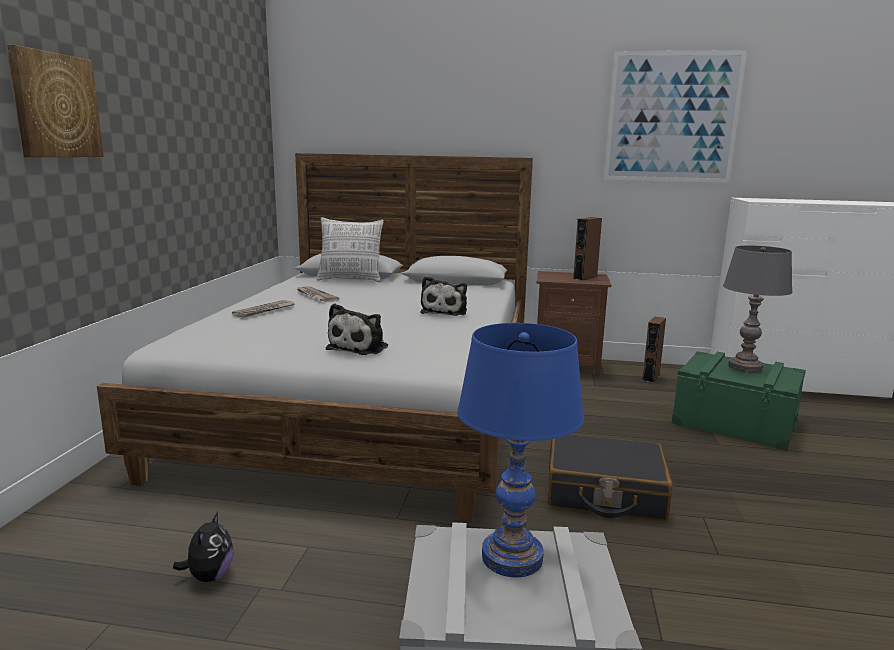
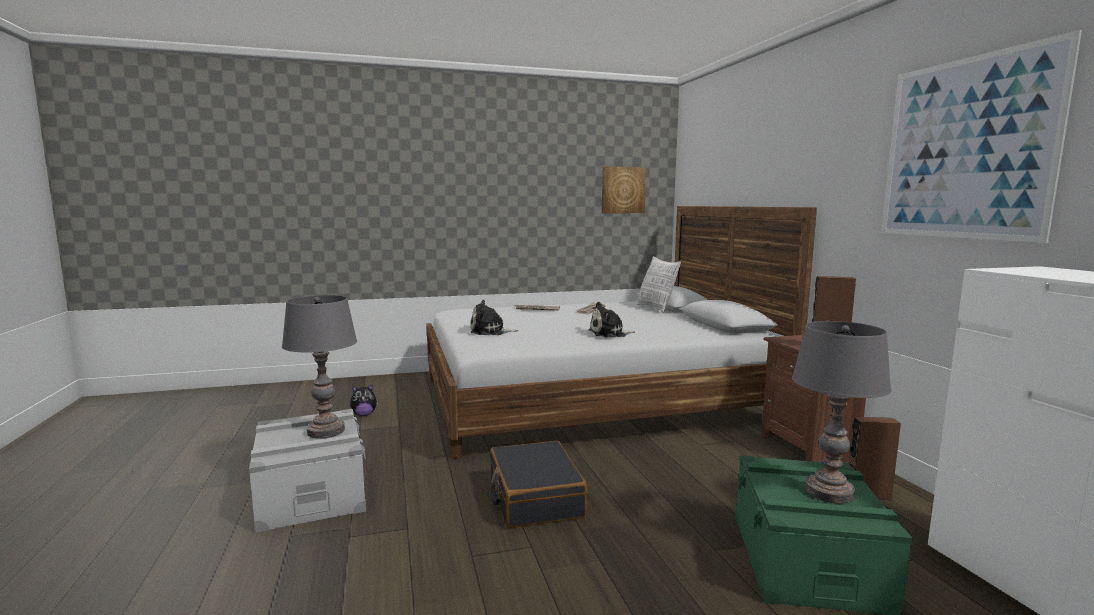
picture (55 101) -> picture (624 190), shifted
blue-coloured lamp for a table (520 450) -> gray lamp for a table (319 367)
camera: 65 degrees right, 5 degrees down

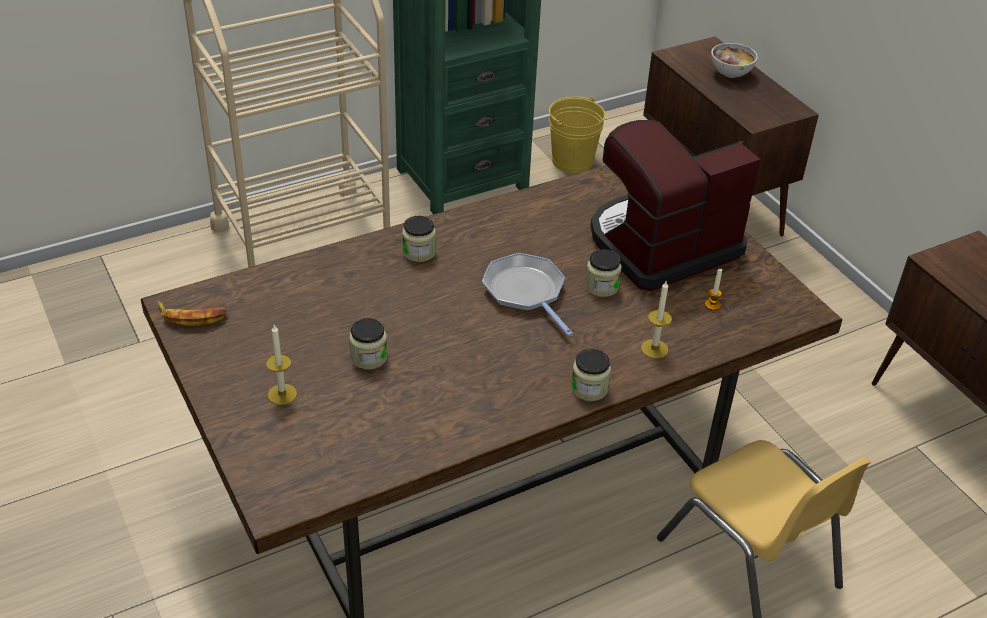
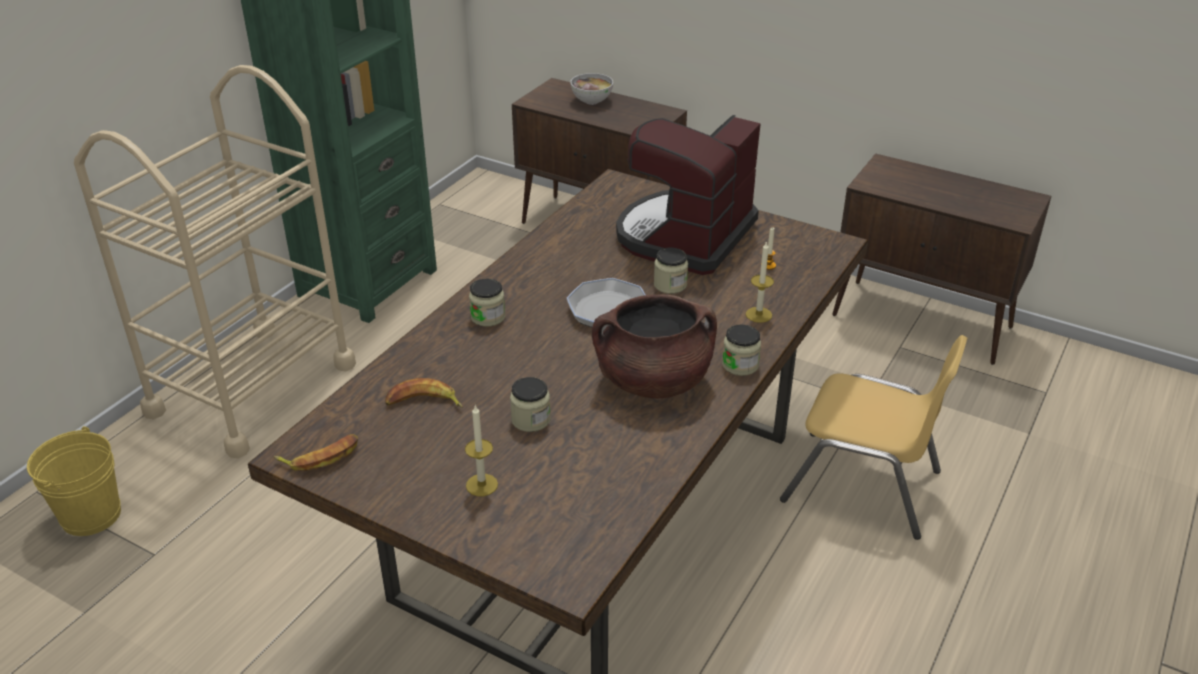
yellowish bucket (577 134) -> yellowish bucket (74 481), shifted
none -> banana fruit (424 393)
none -> brown-coloured cooking pot (654 346)
camera: 30 degrees left, 5 degrees down

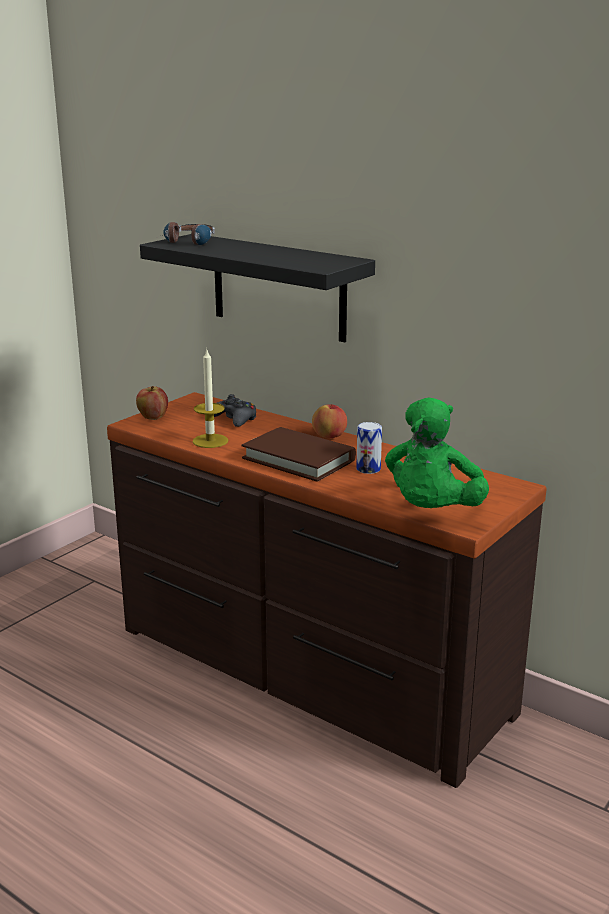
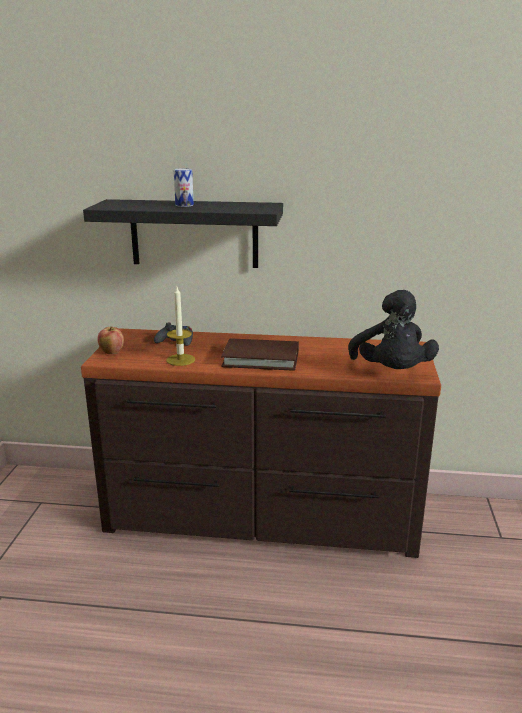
headset (185 233) -> none
apple fruit (329 421) -> none
can (369 448) -> can (184 187), shifted
green-coloured cuddly toy (437 453) -> black-coloured cuddly toy (393 329)
camera: 30 degrees left, 0 degrees up

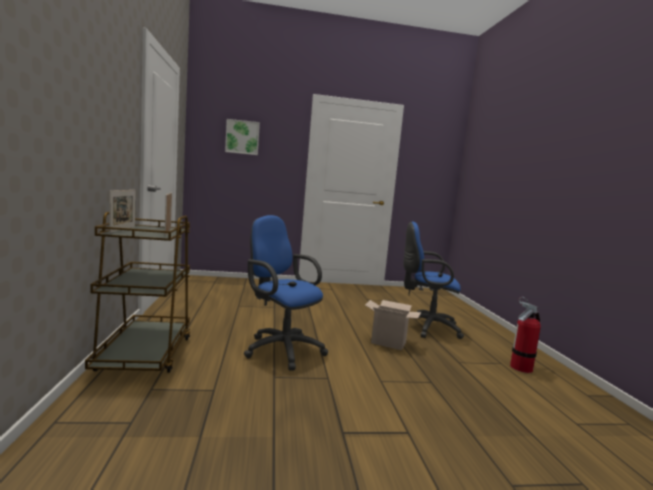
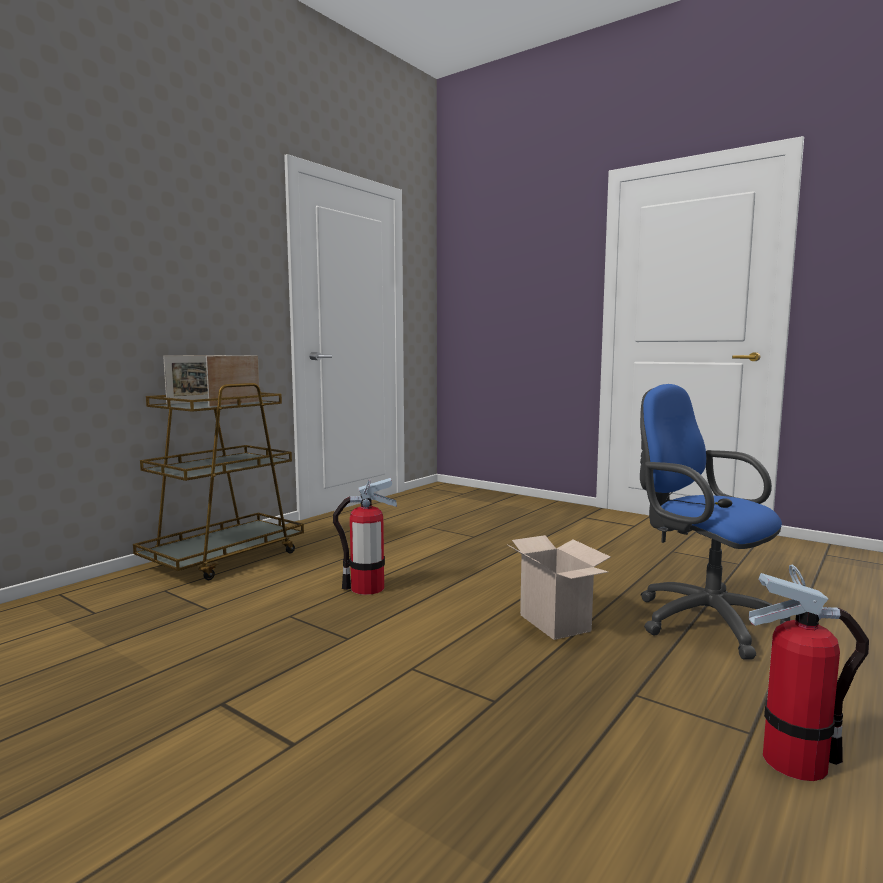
picture (242 137) -> none
blue-coloured desk chair (286 293) -> fire extinguisher (365 536)
camera: 45 degrees right, 0 degrees up

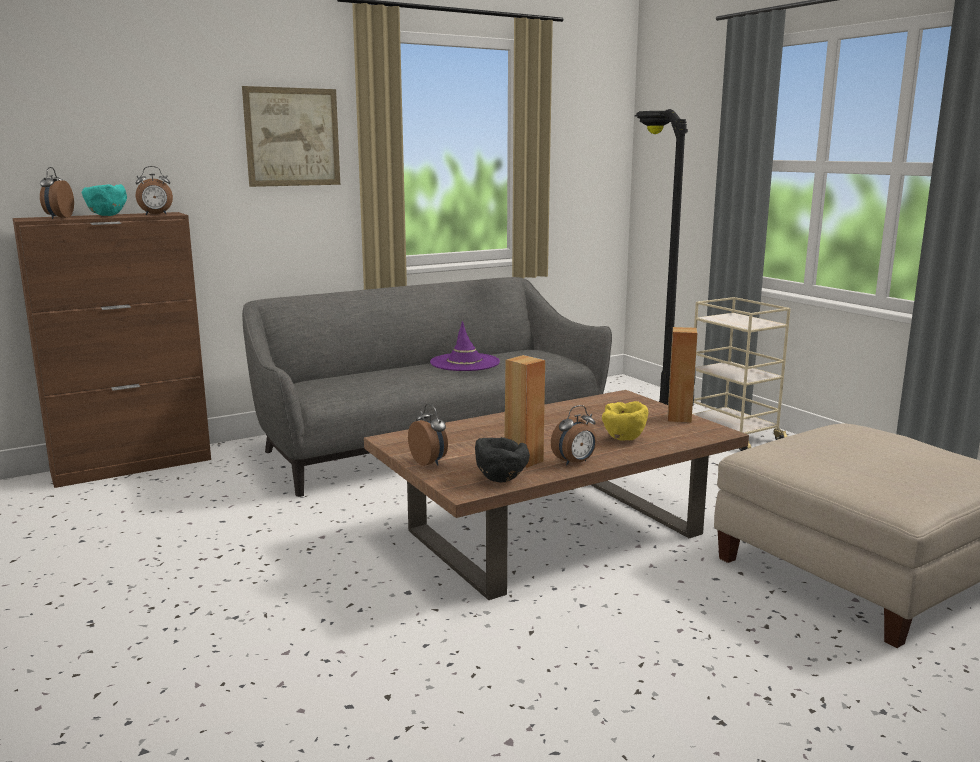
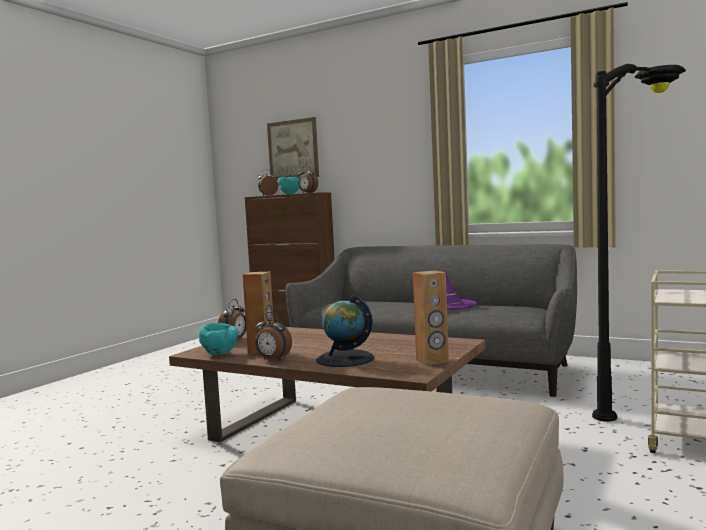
picture (291 136) -> picture (293 148), shifted
black-coloured bowl (502 459) -> turquoise bowl (219 339)
yellowish bowl (625 421) -> world globe (345 331)
camera: 60 degrees right, 10 degrees down

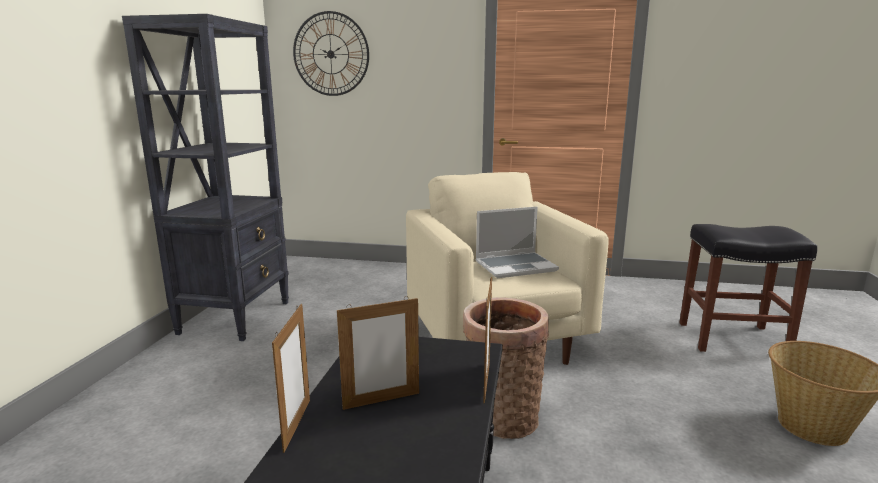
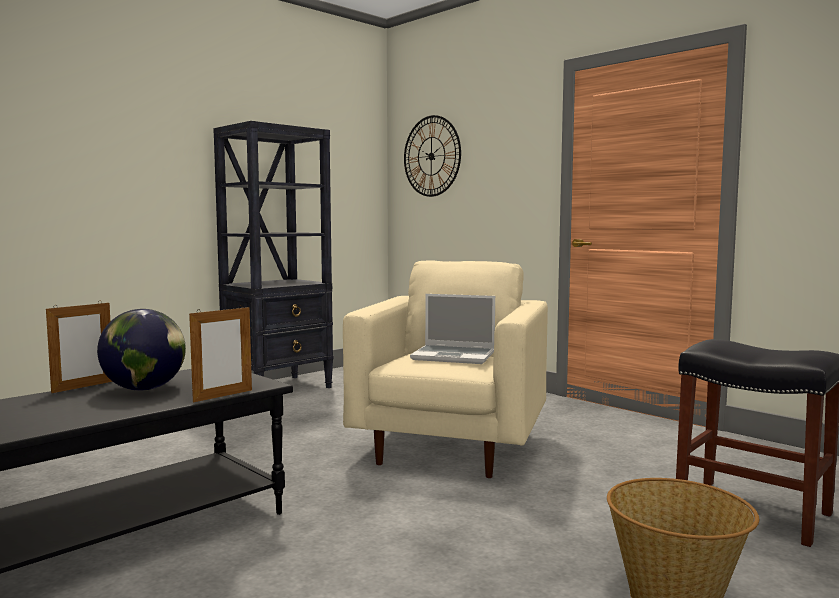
standing frame (378 353) -> world globe (141 350)
storage basket (506 368) -> none
camera: 35 degrees right, 10 degrees down

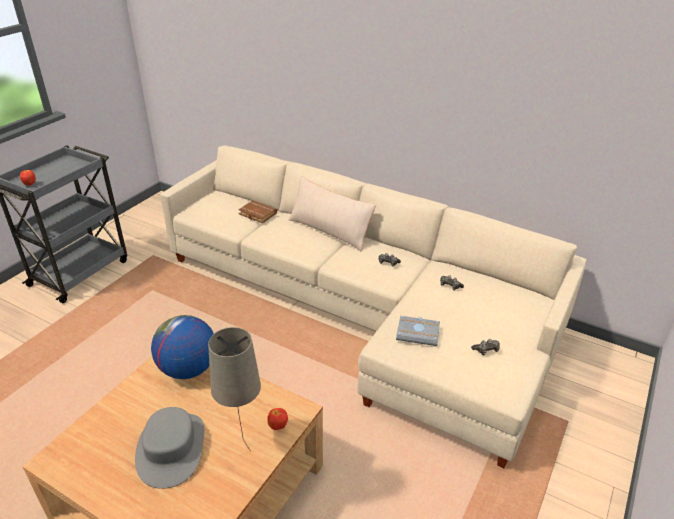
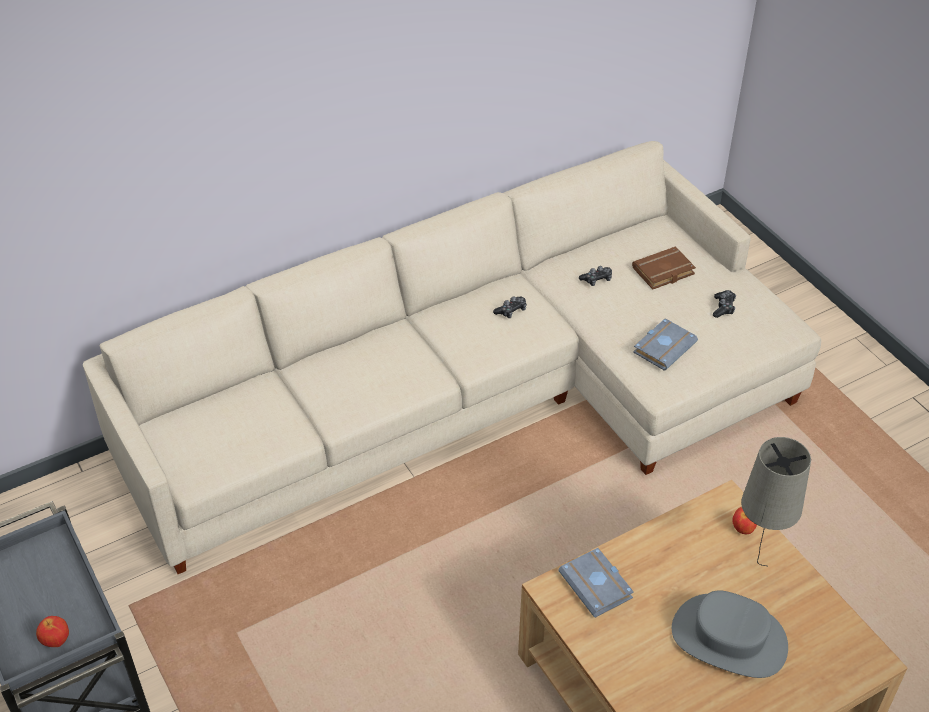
world globe (182 347) -> gray volume (596 583)
brown-coloured volume (257 211) -> brown-coloured volume (664 268), shifted
sand-coloured cushion (332 213) -> none
camera: 60 degrees left, 10 degrees up

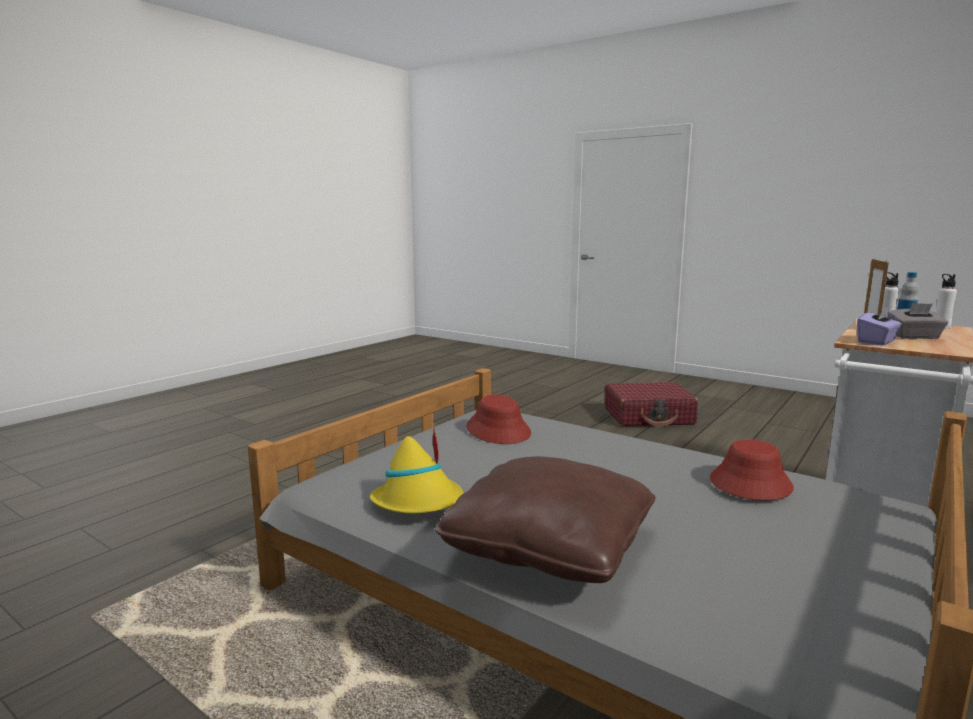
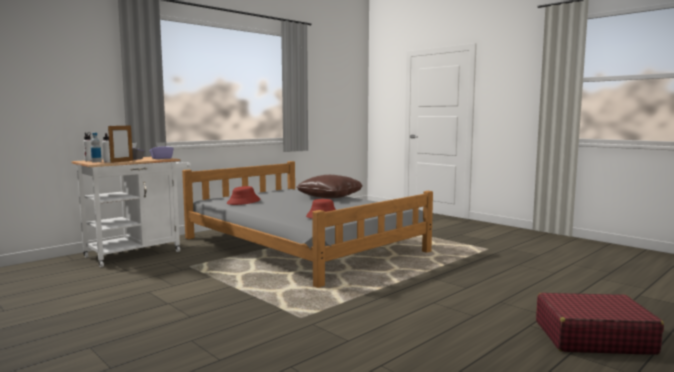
yellowish clothing hat (417 469) -> none
red-coloured suitcase (651 404) -> red-coloured suitcase (600 324), shifted
camera: 170 degrees left, 5 degrees down

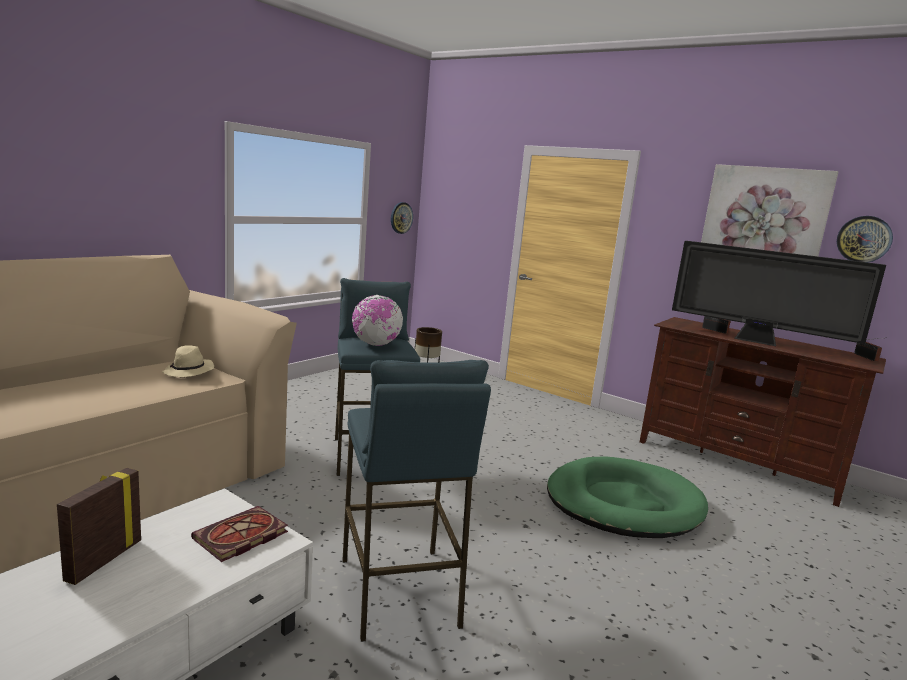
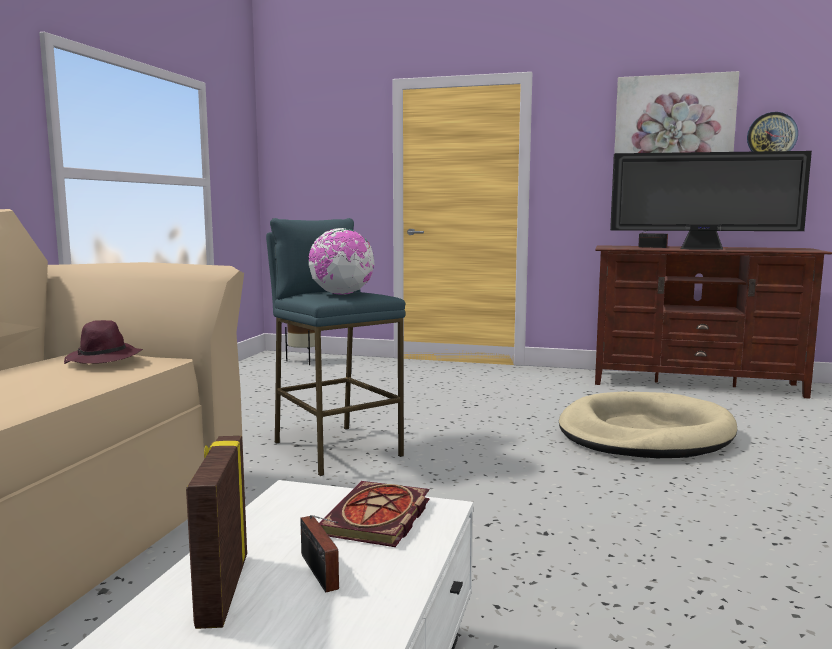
sand-coloured clothing hat (187 361) -> purple clothing hat (103 342)
blue-coloured stool seat (417 501) -> none
clock on the wall (402 218) -> none
green-coloured dog bed (627 497) -> sand-coloured dog bed (648 425)
radio receiver (868 349) -> radio receiver (319 553), shifted
camera: 20 degrees left, 5 degrees down

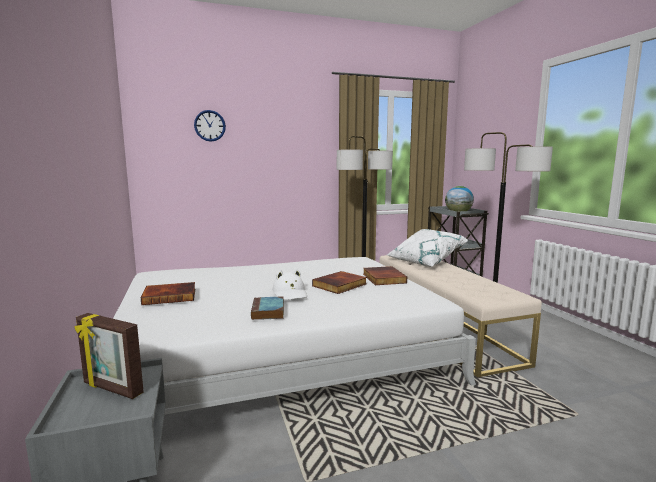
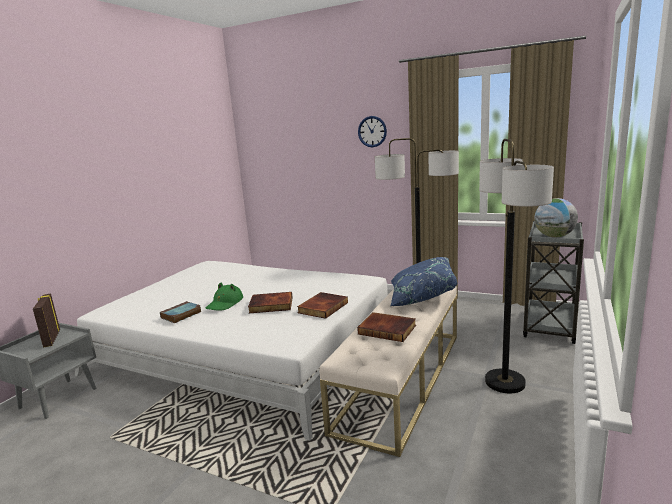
volume (168 293) -> volume (386 327), shifted
clock on the wall (210 126) -> clock on the wall (372 131), shifted
white clothing hat (290 284) -> green-coloured clothing hat (224 296)
white cushion (428 248) -> blue-coloured cushion (423 281)
camera: 45 degrees right, 5 degrees up

